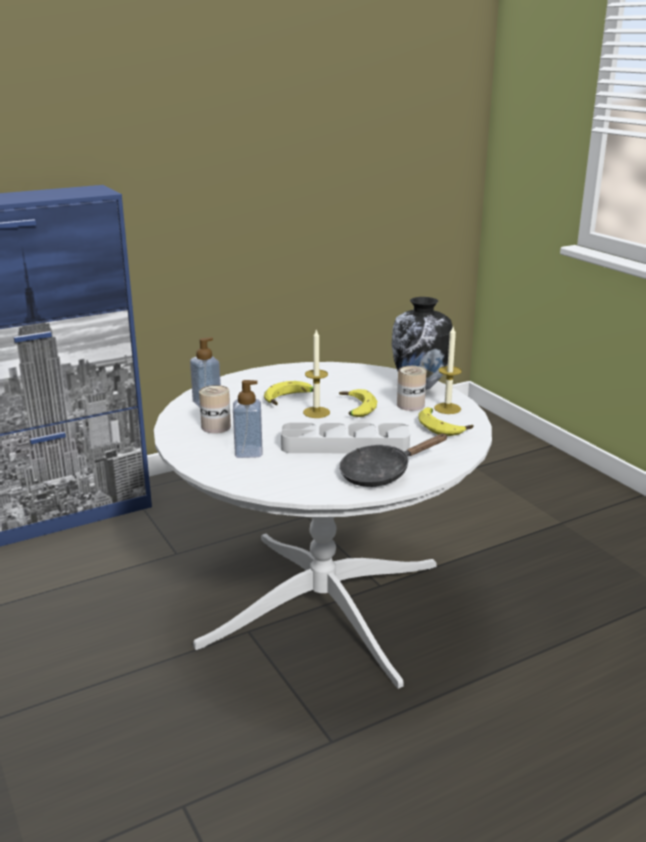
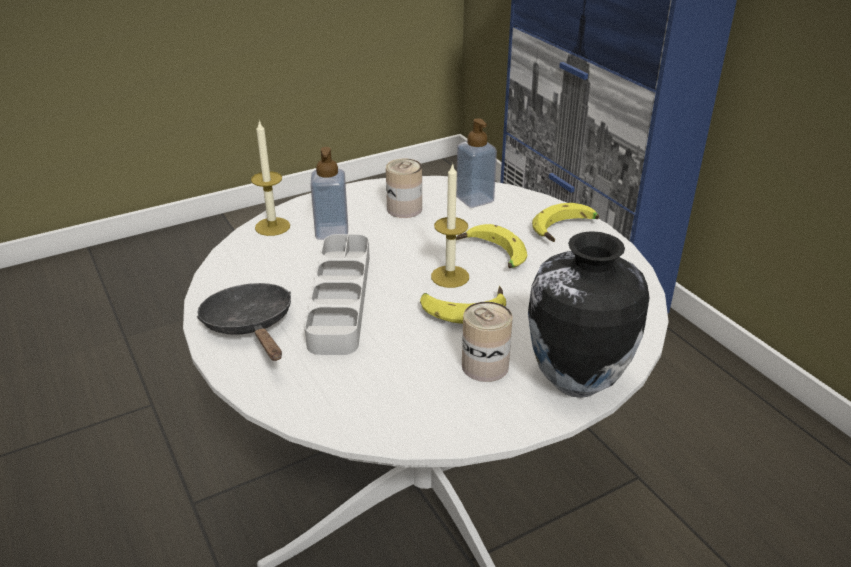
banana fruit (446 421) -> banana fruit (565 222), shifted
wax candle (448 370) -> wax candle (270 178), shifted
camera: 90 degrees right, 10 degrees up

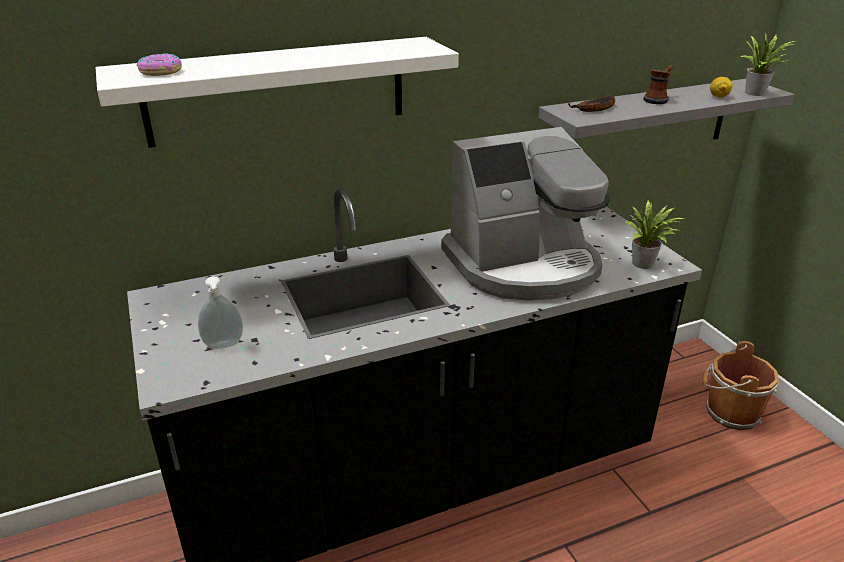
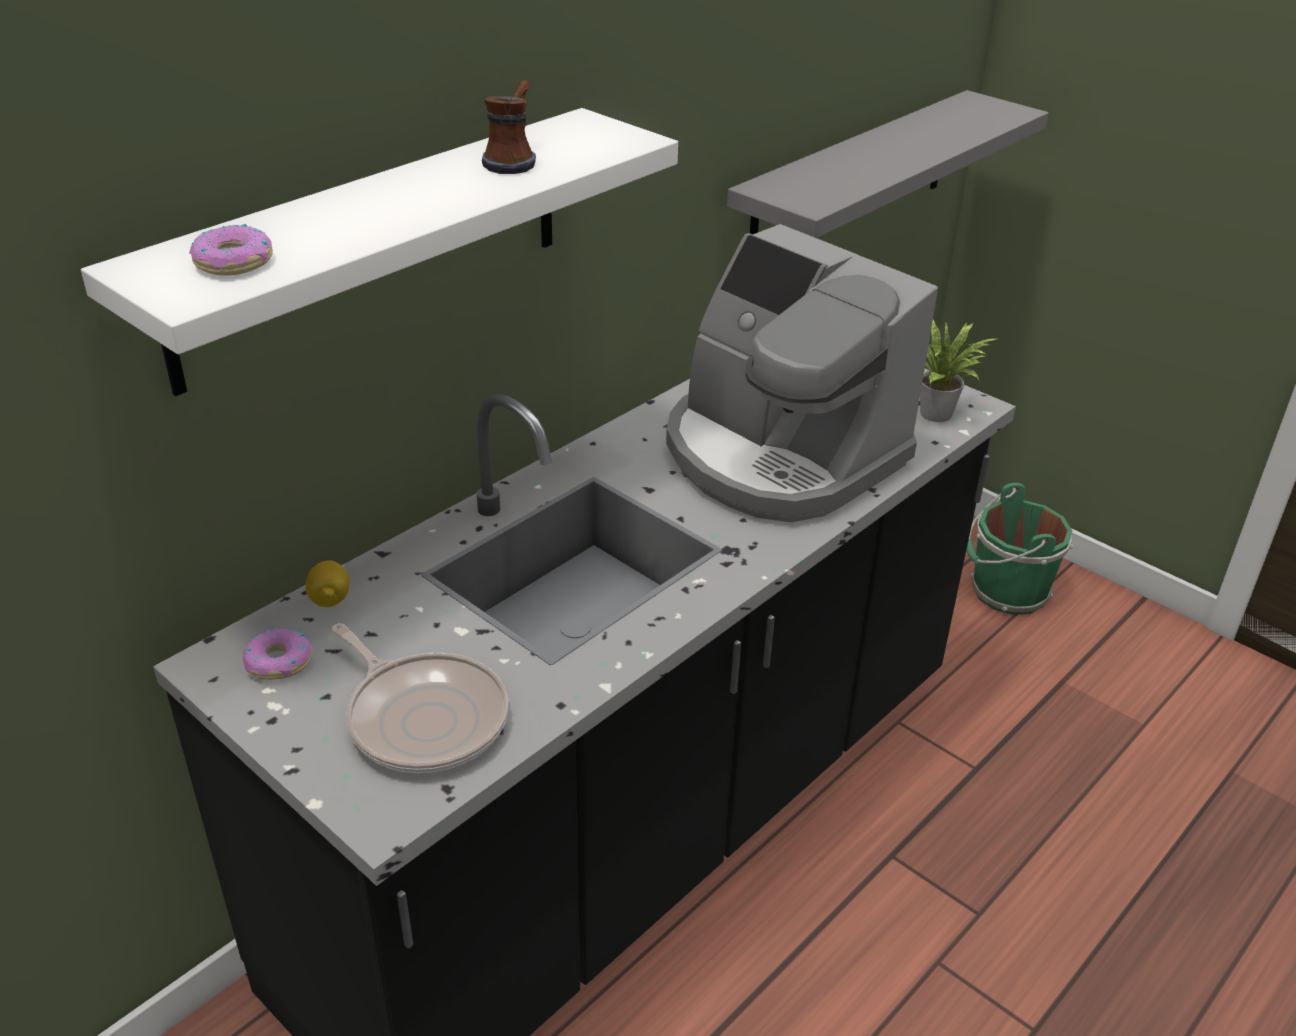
soap dispenser (220 312) -> frying pan (420 698)
coffee machine (525 214) -> coffee machine (802 373), 90 degrees clockwise
banana fruit (591 103) -> none
tea mug (658 84) -> tea mug (509 127), shifted
brown-coloured bucket (740 385) -> green-coloured bucket (1020 549)
whole lemon (721 87) -> whole lemon (327 583), shifted
plant in a pot (768 64) -> none
none -> ring doughnut (277 654)
camera: 25 degrees left, 5 degrees up

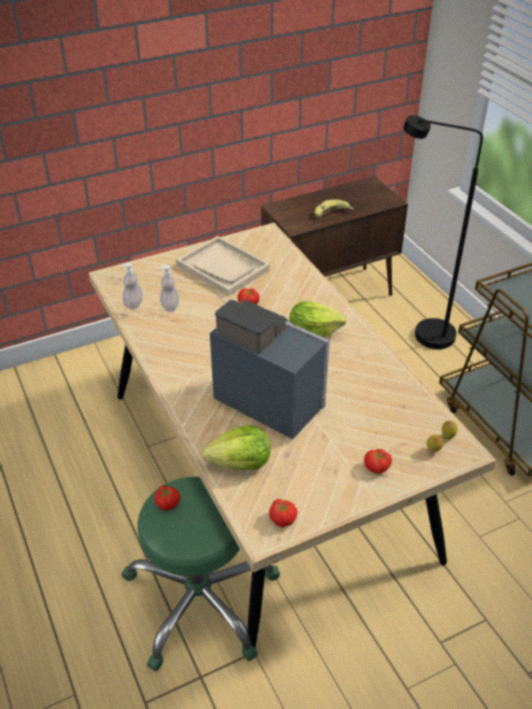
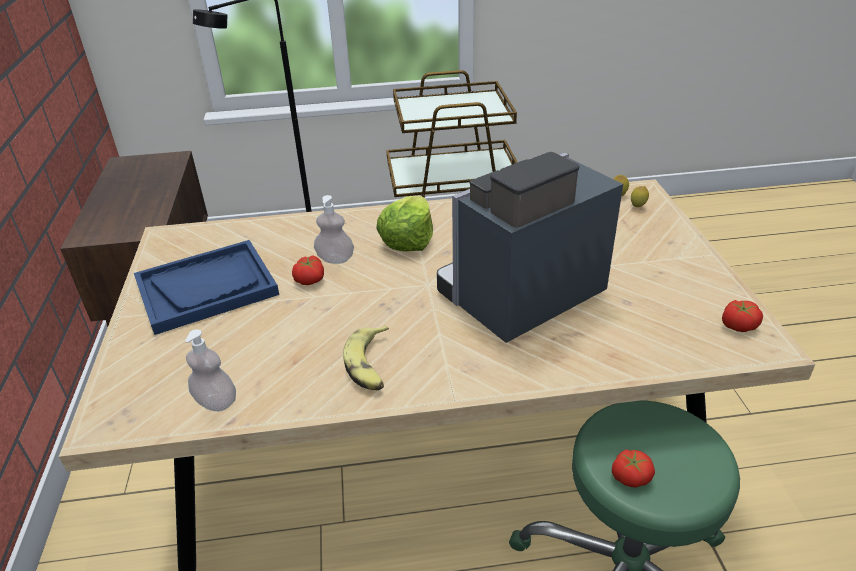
soap dispenser (169 288) -> soap dispenser (334 229), shifted
sand-coloured tray (223 266) -> blue-coloured tray (206 287)
lettuce (237 447) -> none
banana fruit (334 209) -> banana fruit (366 358), shifted
fresh tomato (378 461) -> none
camera: 70 degrees left, 5 degrees down

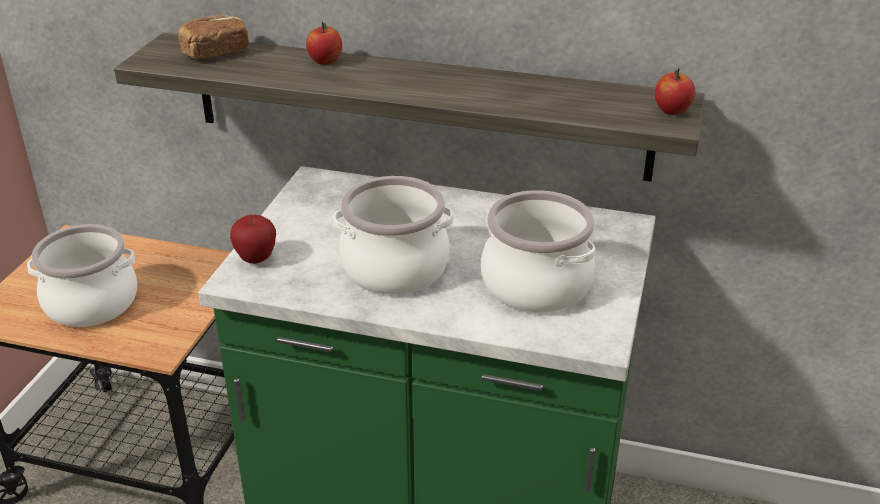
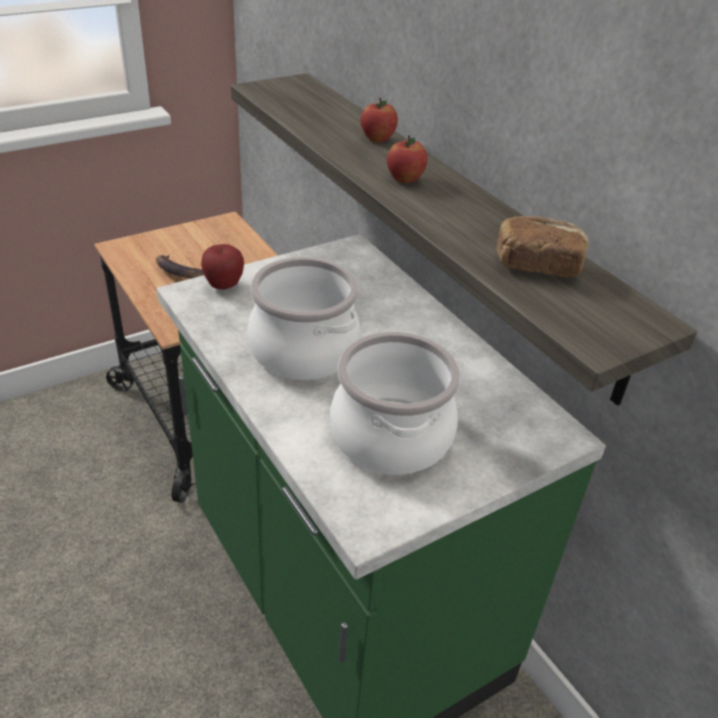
cooking pot (82 275) -> banana fruit (180 267)
baked bread (213 37) -> baked bread (542 246), shifted
apple fruit (675 91) -> apple fruit (407 159), shifted
camera: 40 degrees right, 5 degrees up

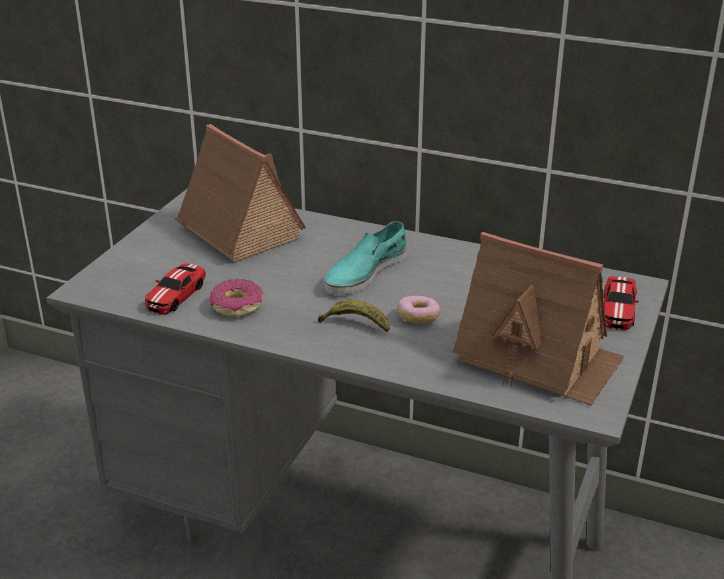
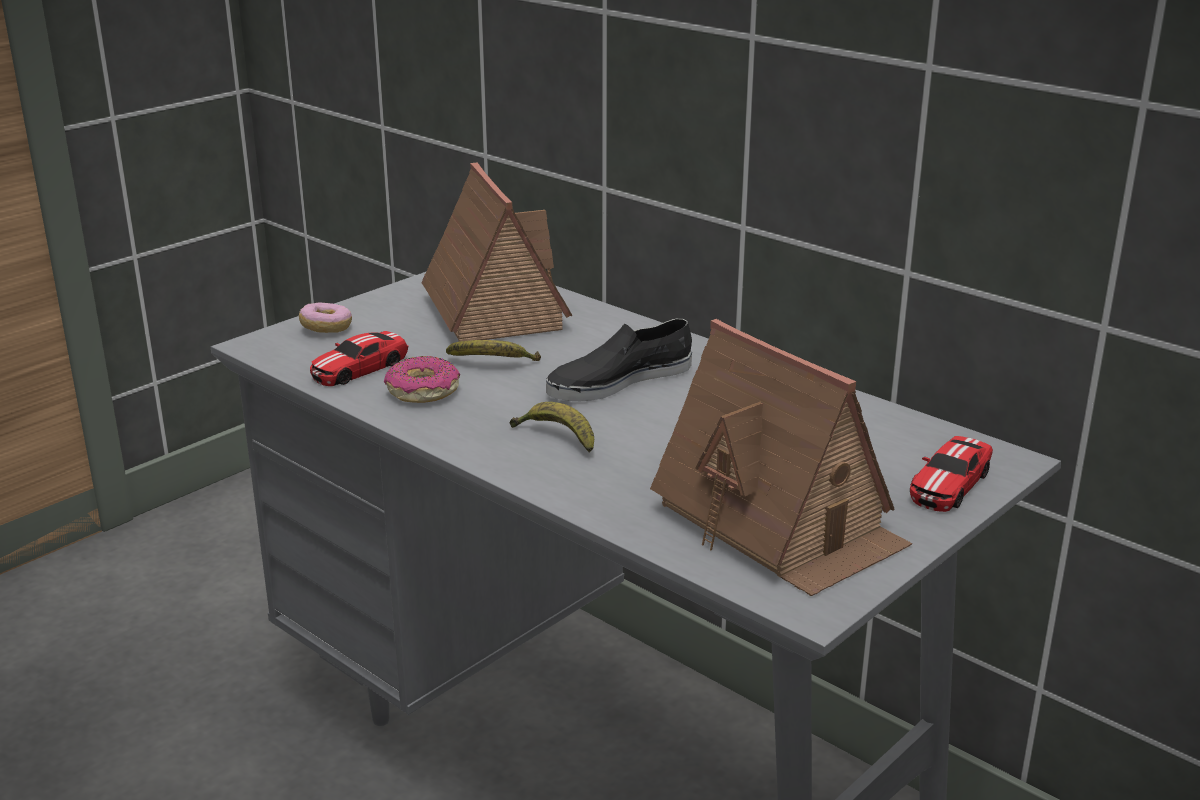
turquoise low shoe (365 258) -> black-coloured low shoe (619 360)
ring doughnut (418 310) -> ring doughnut (325 317), shifted
none -> banana fruit (493 350)
camera: 20 degrees right, 5 degrees down

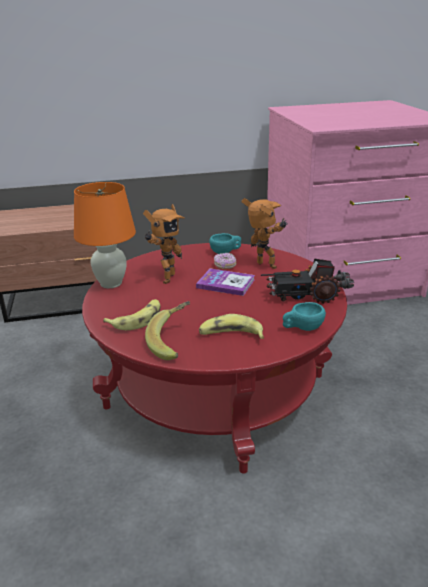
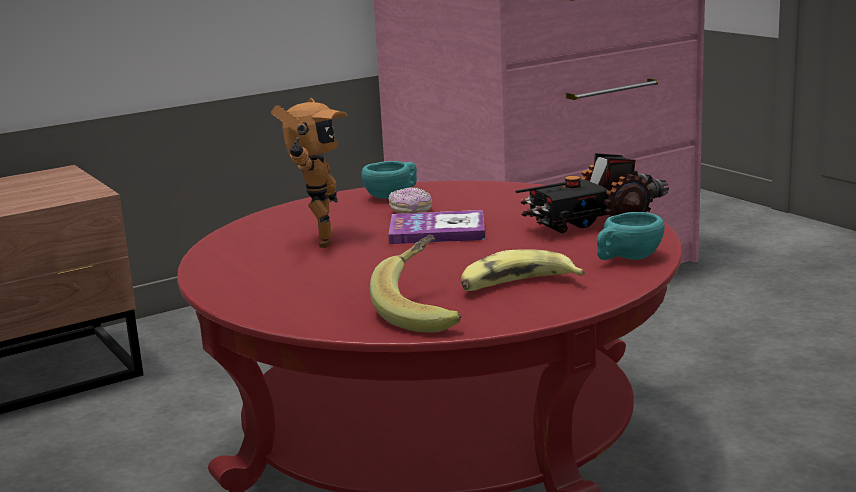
orange-coloured lamp for a table (105 235) -> none
banana fruit (131 314) -> none
robot figure (264 233) -> none
camera: 20 degrees left, 10 degrees down

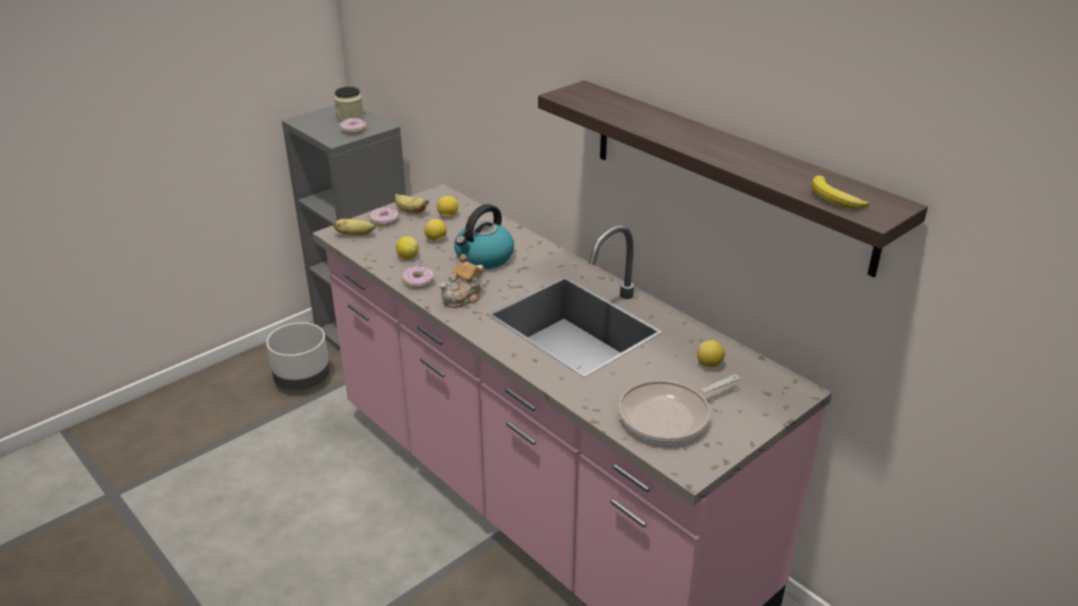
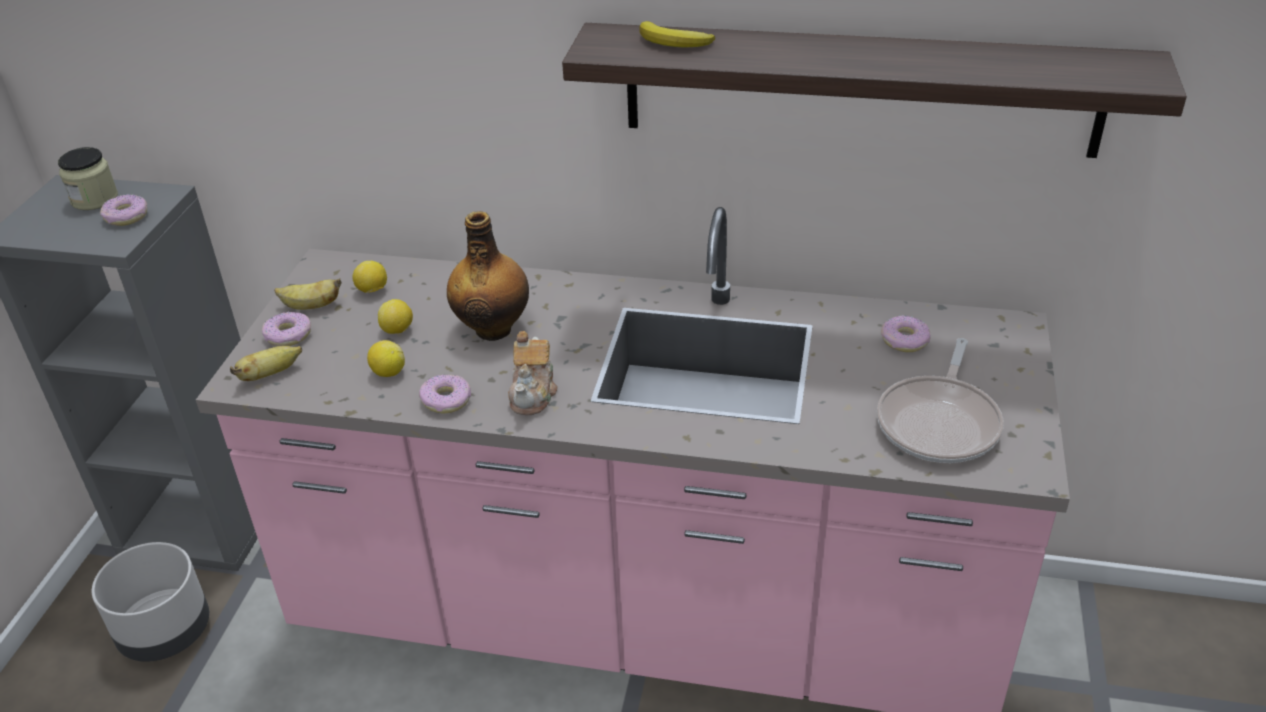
kettle (484 236) -> bottle (488 276)
whole lemon (711 353) -> ring doughnut (906 333)
banana fruit (840 192) -> banana fruit (677 34), shifted
camera: 35 degrees left, 5 degrees up

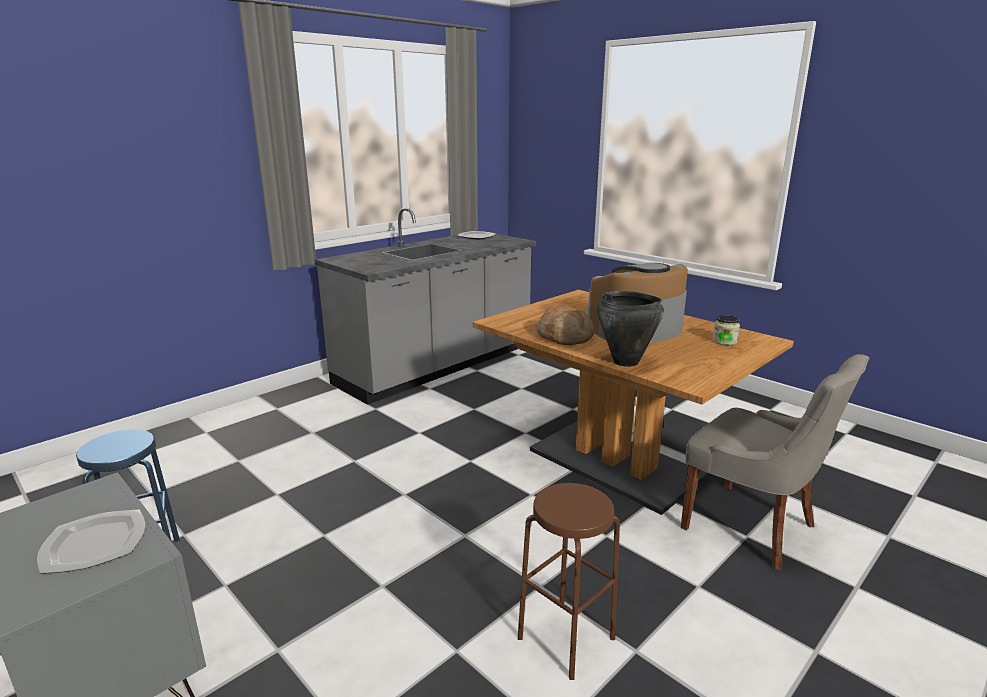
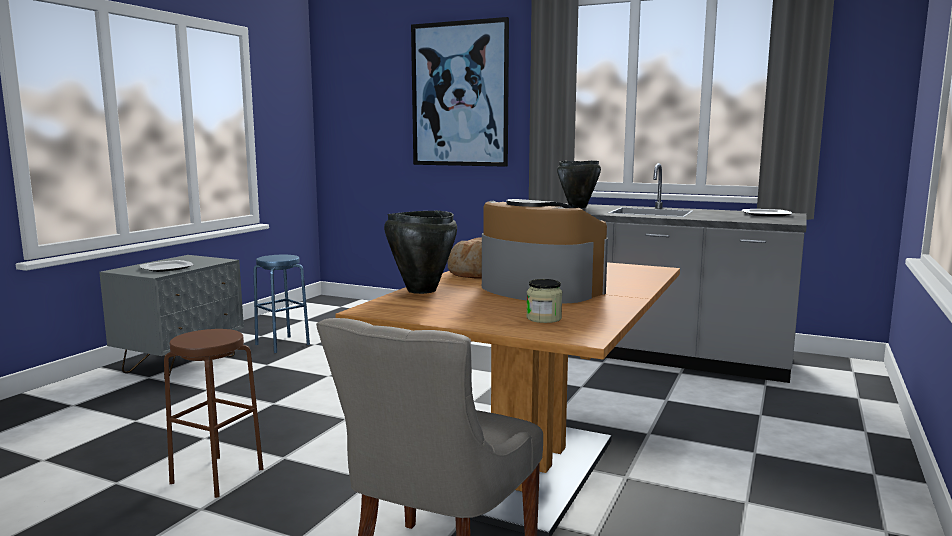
none -> picture (460 92)
none -> black-coloured cooking pot (579 184)
camera: 70 degrees right, 10 degrees down

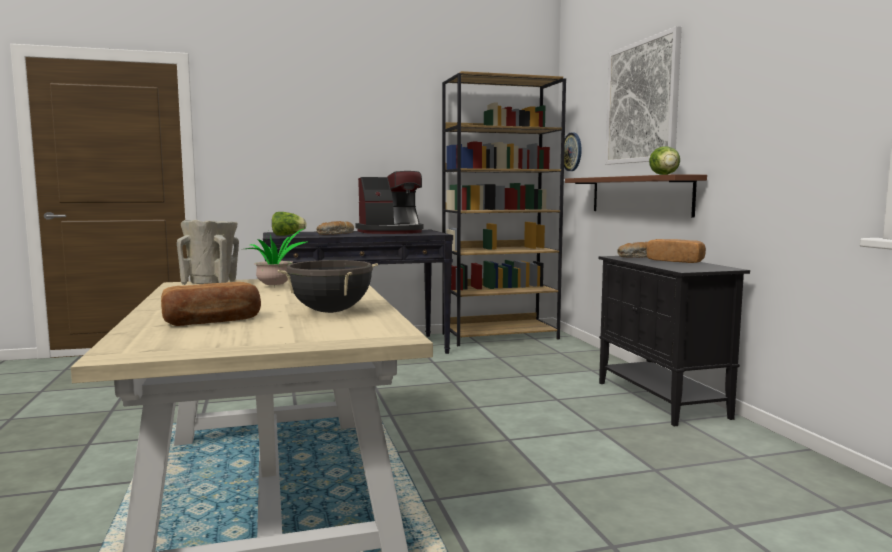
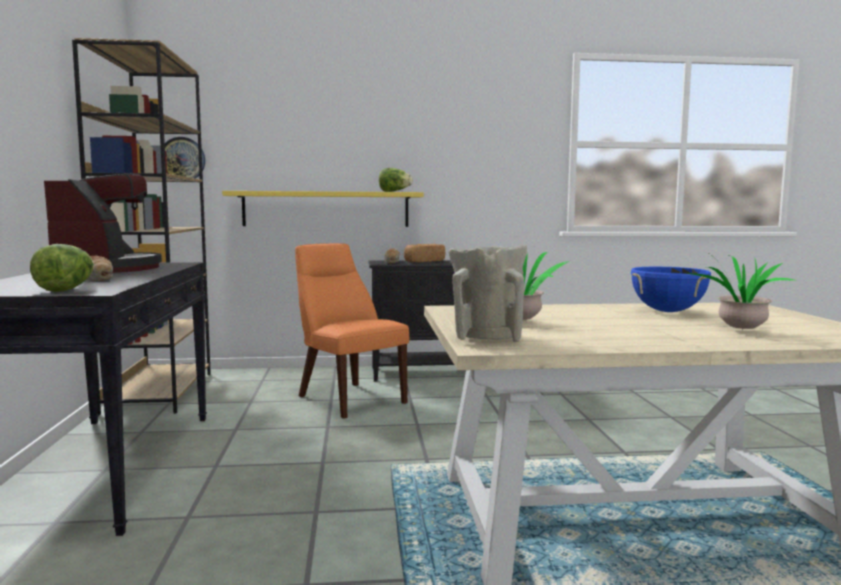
baked bread (211 304) -> plant in a pot (741 292)
black-coloured cooking pot (328 286) -> blue-coloured cooking pot (671 289)
brown-coloured bracket shelf (636 196) -> yellowish bracket shelf (323 209)
picture (643 95) -> none
none -> orange-coloured chair (352 330)
camera: 80 degrees left, 0 degrees up

